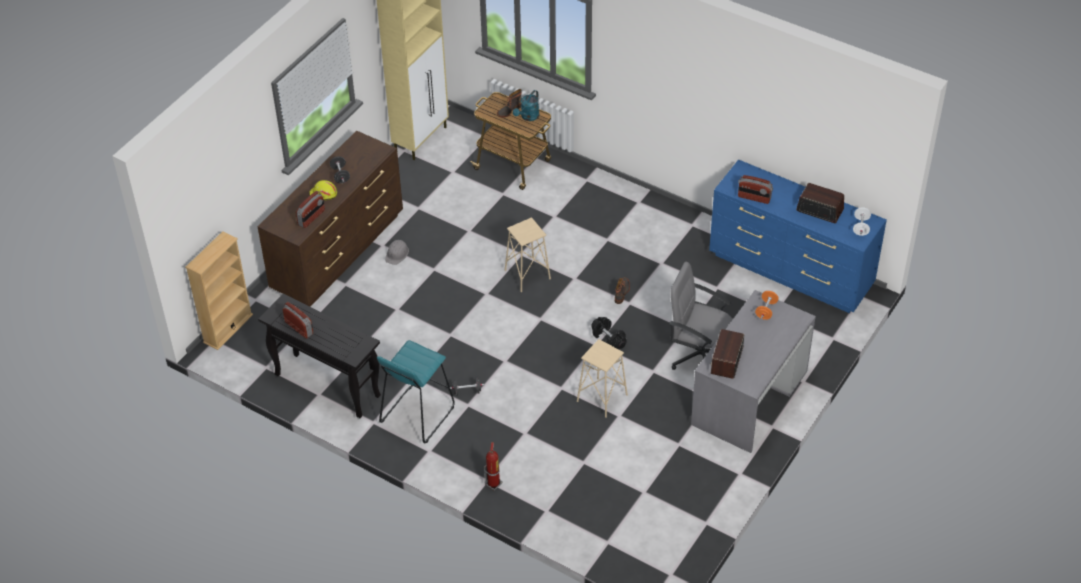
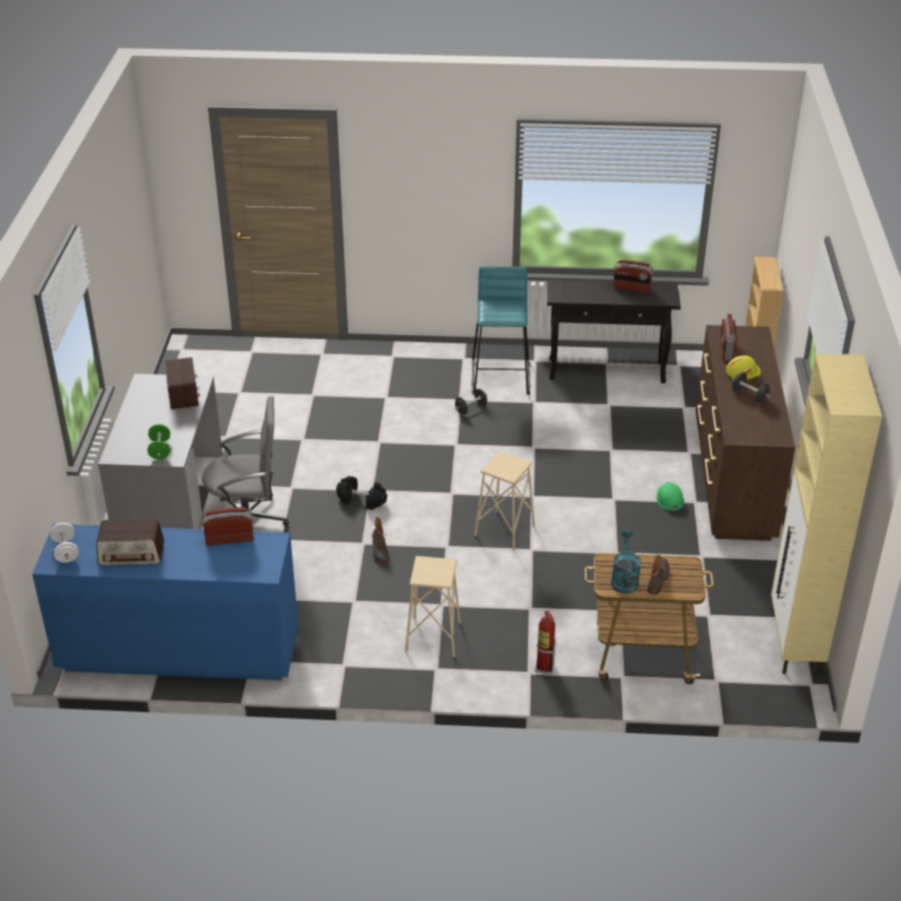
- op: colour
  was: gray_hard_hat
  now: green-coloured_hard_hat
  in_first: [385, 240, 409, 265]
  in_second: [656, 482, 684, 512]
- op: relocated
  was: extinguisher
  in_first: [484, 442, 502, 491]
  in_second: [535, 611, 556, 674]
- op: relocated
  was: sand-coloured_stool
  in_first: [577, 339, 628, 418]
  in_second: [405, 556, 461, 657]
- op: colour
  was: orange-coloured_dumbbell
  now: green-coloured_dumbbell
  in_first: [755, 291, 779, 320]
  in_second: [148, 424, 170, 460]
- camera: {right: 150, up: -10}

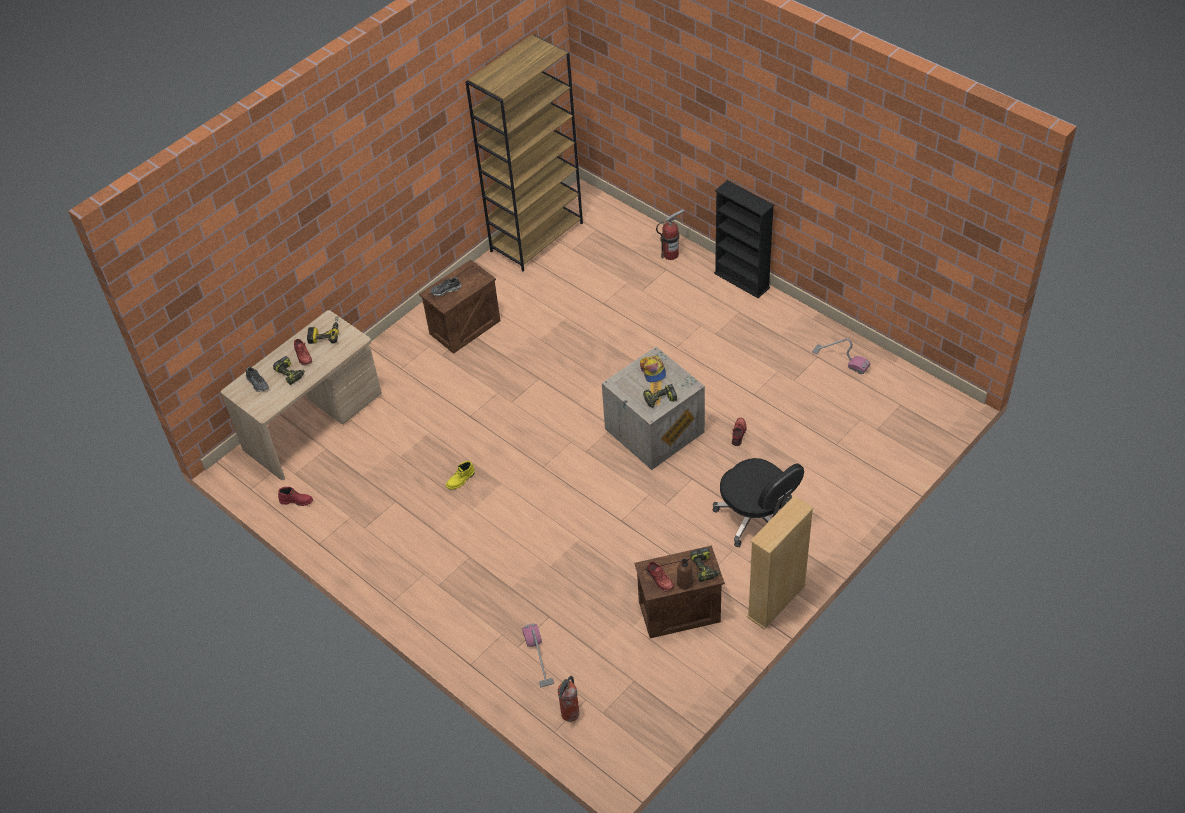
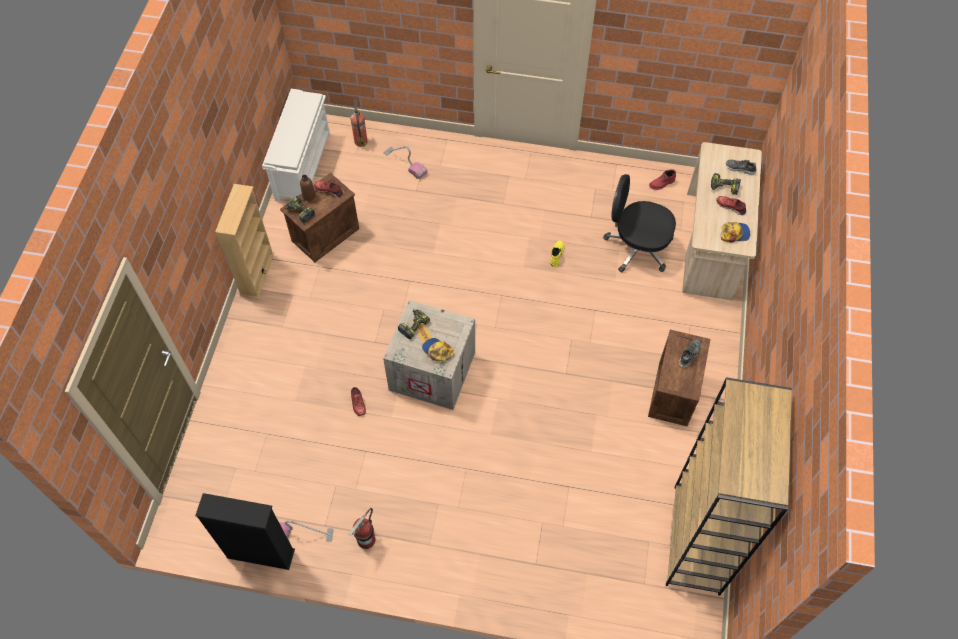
- op: exchanged
  was: electric_drill
  now: baseball_cap
  in_first: [307, 316, 339, 344]
  in_second: [721, 222, 750, 243]
- op: relocated
  was: extinguisher
  in_first: [656, 209, 684, 260]
  in_second: [348, 508, 375, 549]
- op: relocated
  was: black-coloured_computer_chair
  in_first: [713, 458, 804, 547]
  in_second: [603, 174, 676, 272]
- op: relocated
  was: black-coloured_shelving_unit
  in_first: [714, 180, 774, 298]
  in_second: [195, 493, 295, 570]
- op: appeared
  now: whitish_shoe_rack
  in_second: [262, 89, 330, 201]
- camera: {right: 145, up: 10}

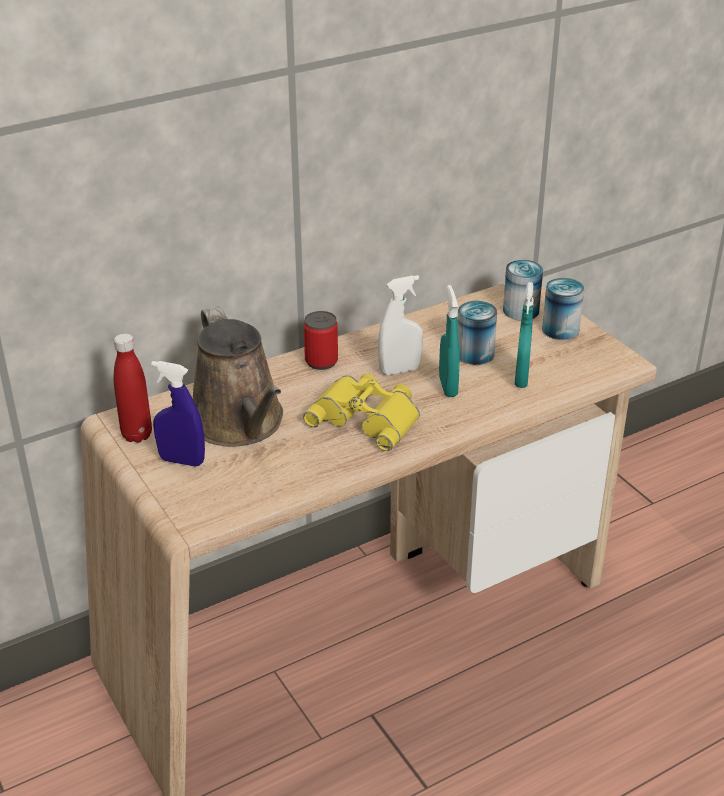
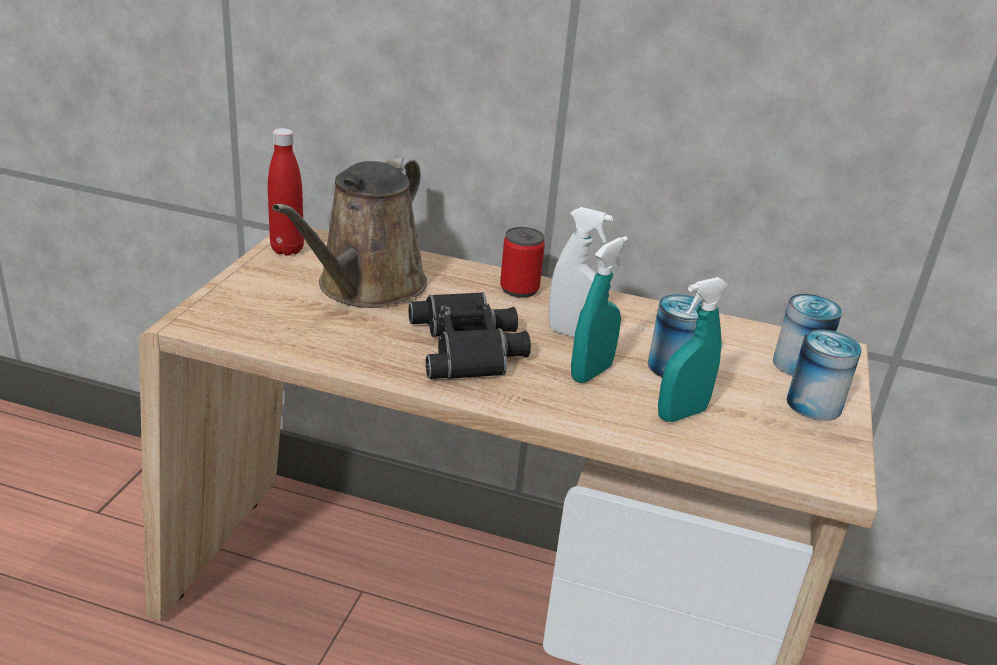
- op: missing
  was: blue_hand_sprayer
  in_first: [151, 361, 205, 467]
- op: colour
  was: yellow-coloured_binoculars
  now: black-coloured_binoculars
  in_first: [303, 374, 420, 451]
  in_second: [408, 292, 531, 379]
- camera: {right: 45, up: -5}

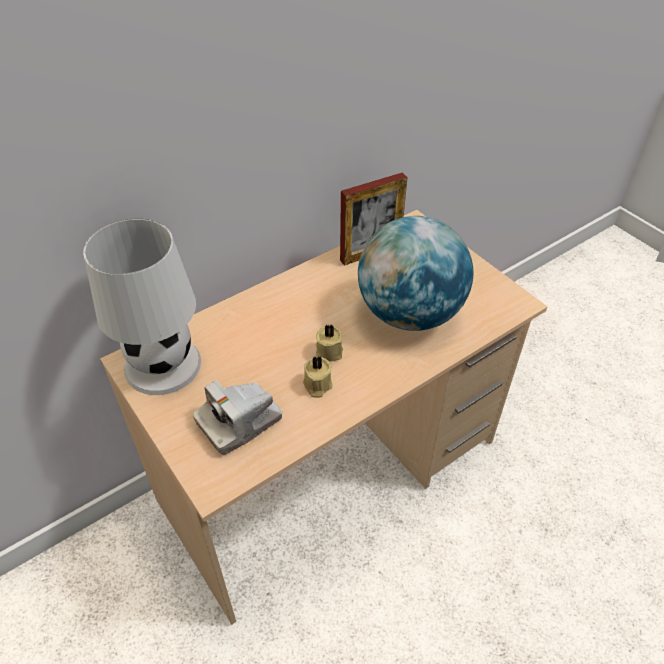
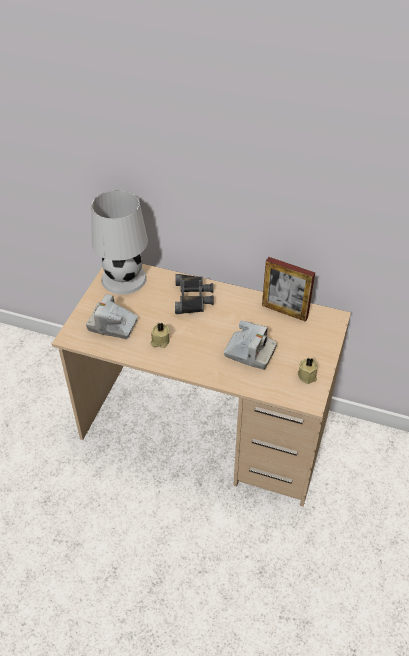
- op: relocated
  was: sand-coloured_candle
  in_first: [316, 325, 343, 362]
  in_second: [298, 358, 318, 384]
- op: exchanged
  was: desk_globe
  now: still_camera
  in_first: [358, 216, 473, 331]
  in_second: [224, 320, 277, 370]
- op: appeared
  now: black-coloured_binoculars
  in_second: [175, 274, 214, 314]
- camera: {right: 55, up: 0}

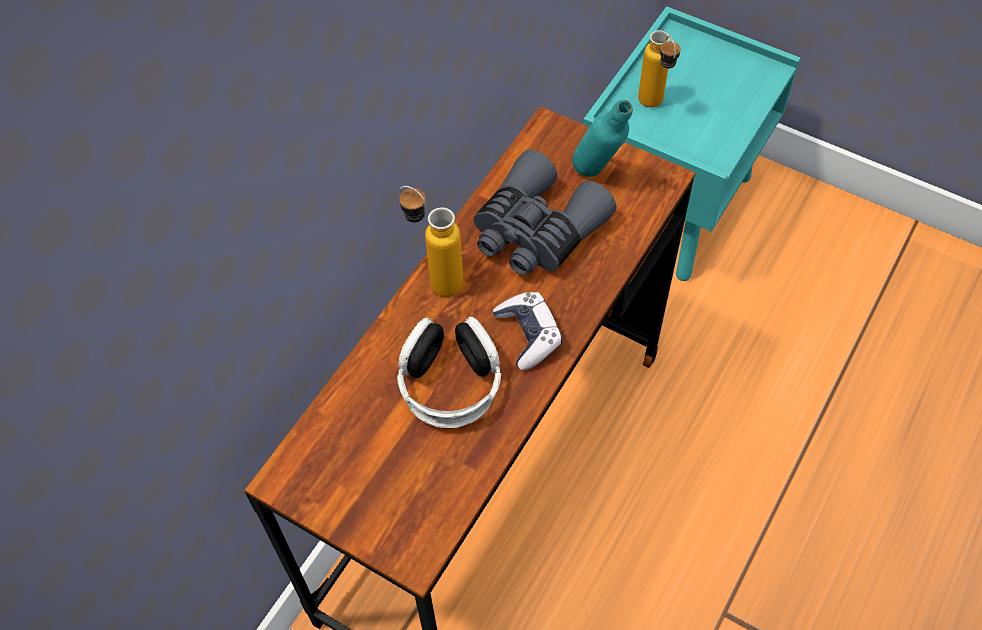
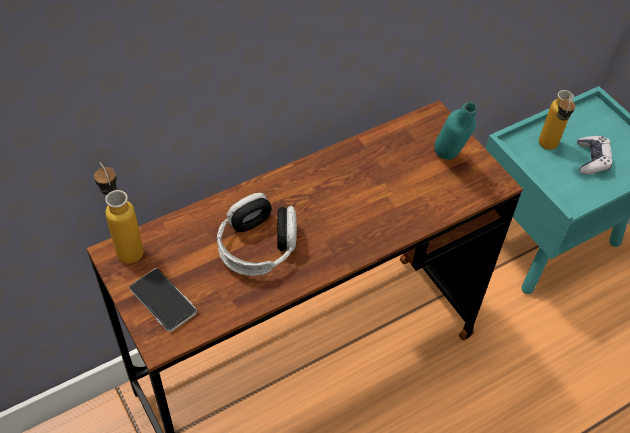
- op: relocated
  was: drink_bottle
  in_first: [399, 186, 463, 297]
  in_second: [94, 163, 144, 264]
- op: missing
  was: gray_binoculars
  in_first: [474, 149, 616, 275]
- op: relocated
  was: joypad
  in_first: [493, 292, 562, 370]
  in_second: [577, 136, 613, 175]
- op: appeared
  now: phone
  in_second: [129, 268, 197, 332]
- camera: {right: 25, up: -5}

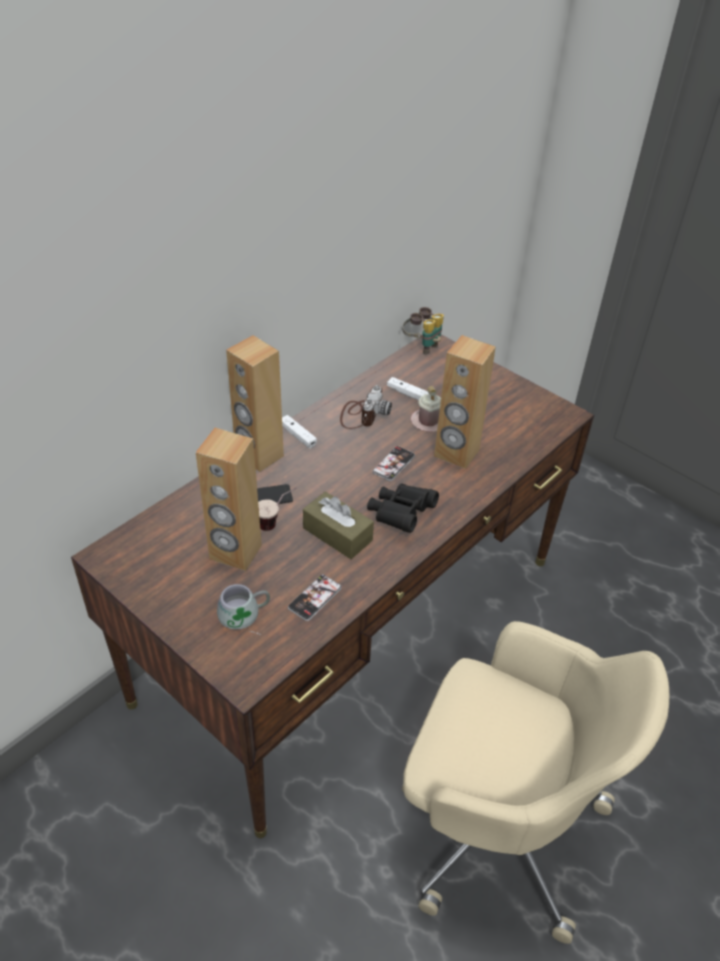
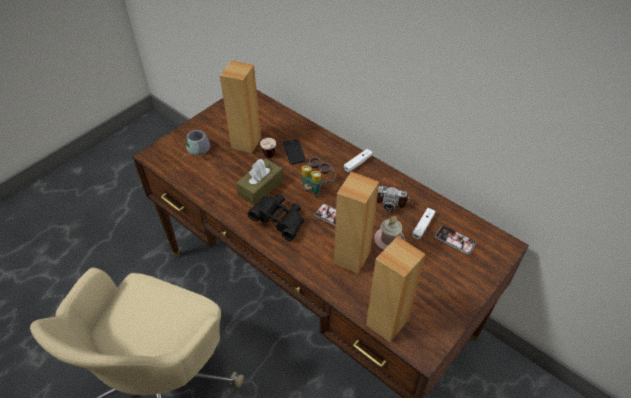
- op: relocated
  was: brown-coloured_audio_speaker
  in_first: [226, 335, 284, 472]
  in_second: [366, 236, 426, 342]
- op: relocated
  was: phone
  in_first: [288, 574, 342, 621]
  in_second: [435, 226, 476, 255]
- op: relocated
  was: binoculars
  in_first: [402, 307, 444, 355]
  in_second: [301, 157, 336, 198]
- camera: {right: 90, up: 5}

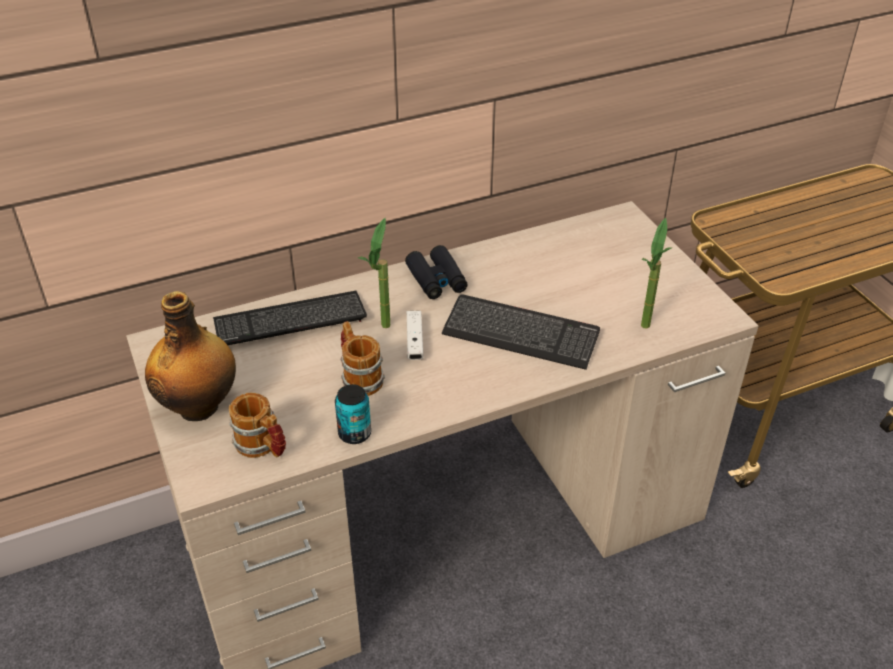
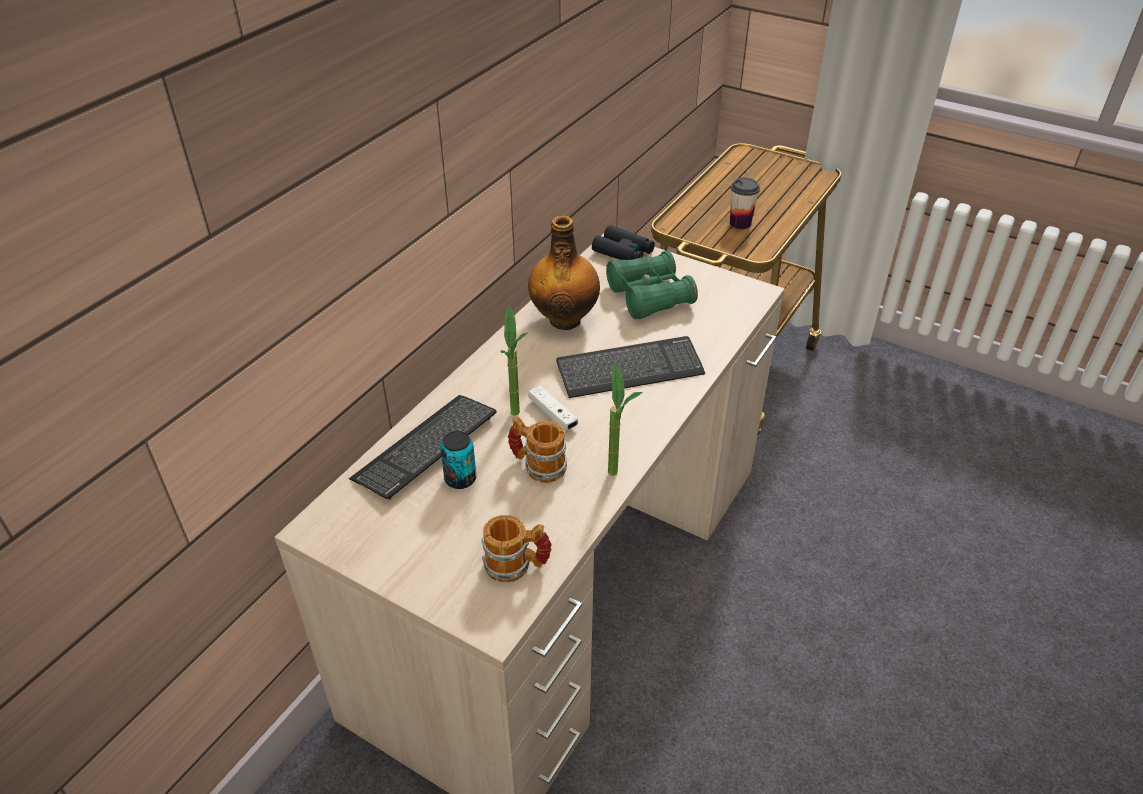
- op: relocated
  was: drink_bottle
  in_first: [145, 291, 236, 421]
  in_second: [528, 216, 600, 330]
- op: relocated
  was: metal_can
  in_first: [335, 384, 371, 444]
  in_second: [440, 431, 476, 489]
- op: relocated
  was: black-coloured_binoculars
  in_first: [405, 245, 468, 299]
  in_second: [592, 225, 655, 260]
- op: relocated
  was: potted_plant
  in_first: [641, 217, 671, 328]
  in_second: [608, 363, 643, 476]
- op: appeared
  now: green-coloured_binoculars
  in_second: [606, 251, 698, 319]
- op: appeared
  now: small_cup
  in_second: [730, 178, 760, 229]
- camera: {right: -35, up: 0}

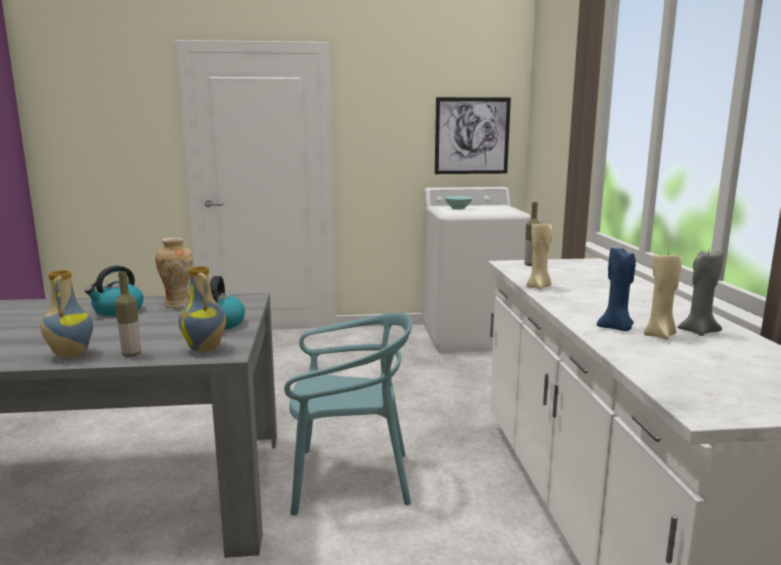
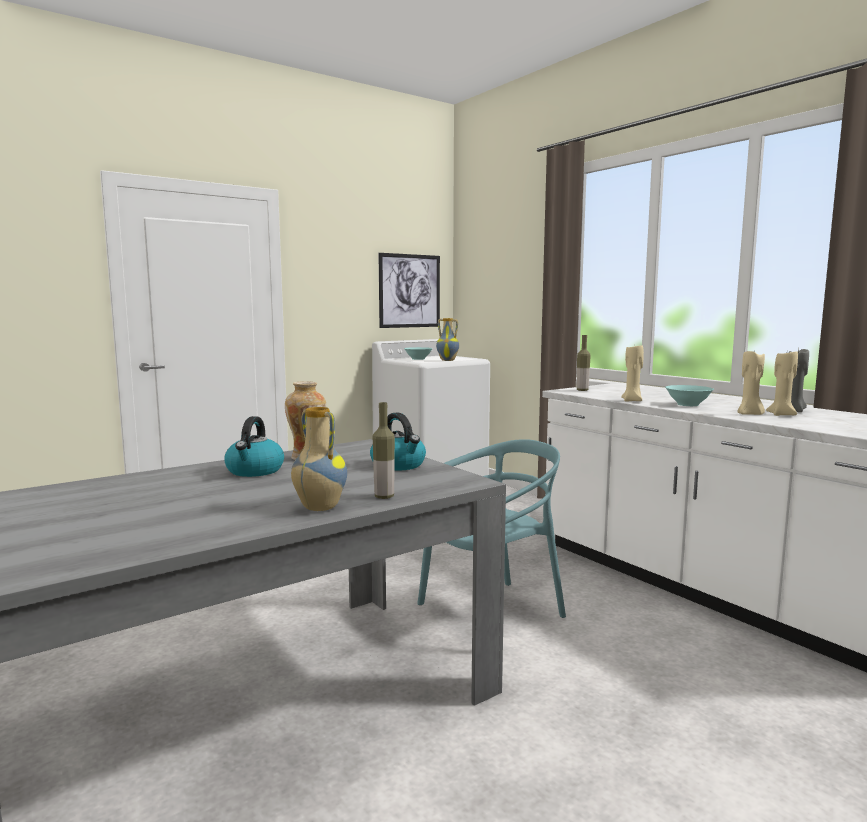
- op: relocated
  was: flower_vase
  in_first: [179, 266, 226, 352]
  in_second: [436, 318, 459, 361]
- op: colour
  was: blue_candle
  now: sand-coloured_candle
  in_first: [597, 248, 636, 331]
  in_second: [738, 349, 765, 415]
- op: appeared
  now: turquoise_bowl
  in_second: [665, 385, 714, 406]
- camera: {right: -30, up: -5}

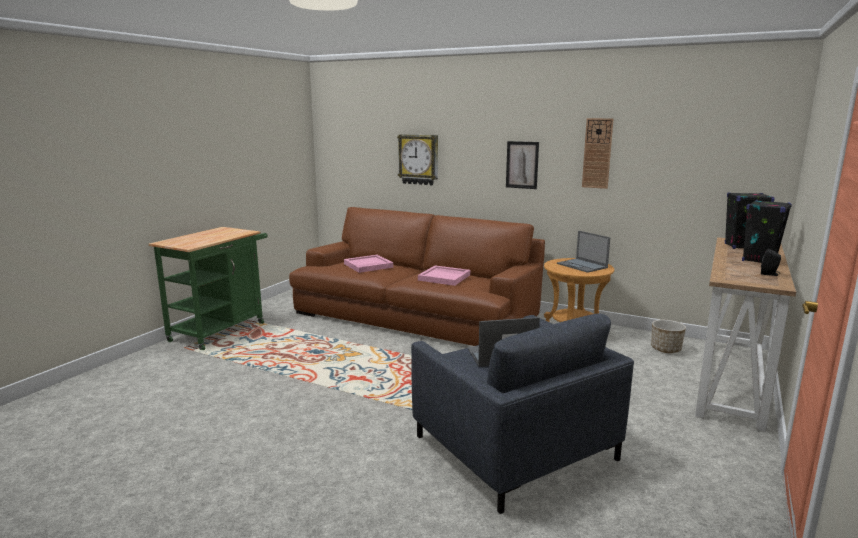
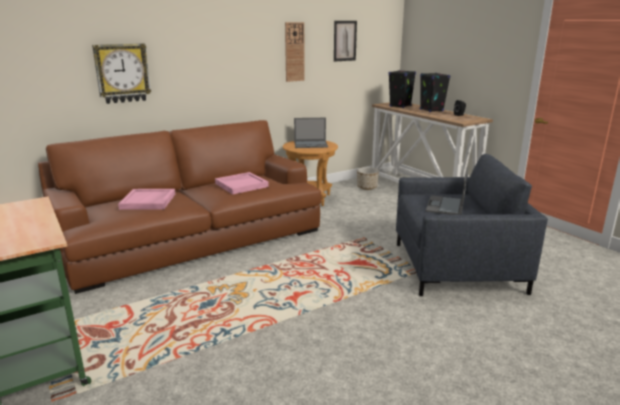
- op: relocated
  was: wall_picture
  in_first: [506, 141, 539, 189]
  in_second: [334, 21, 357, 62]
- camera: {right: -60, up: 5}

